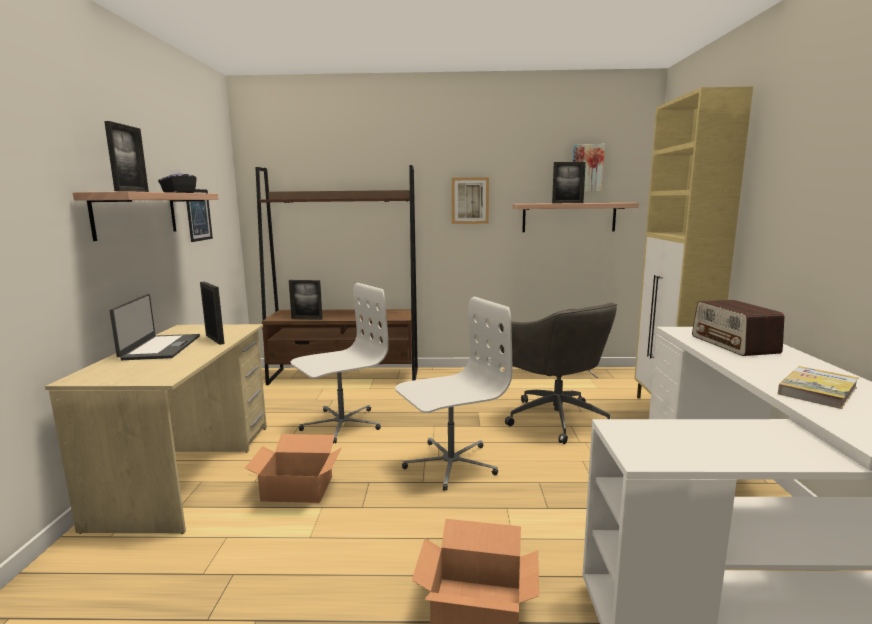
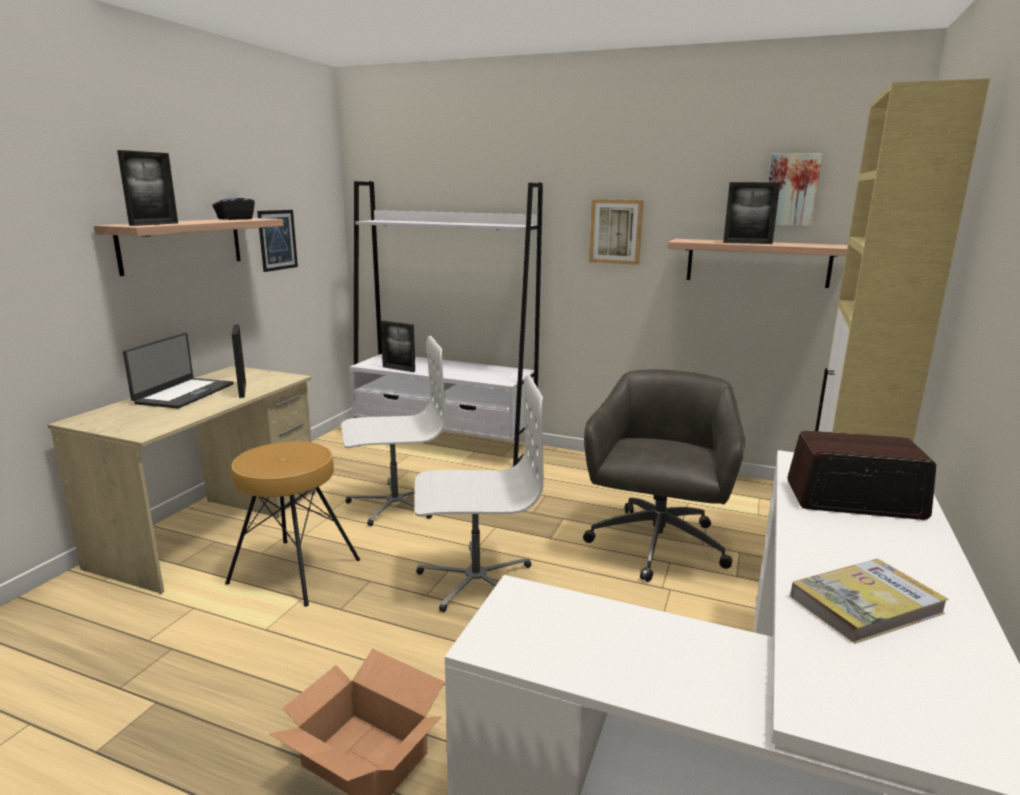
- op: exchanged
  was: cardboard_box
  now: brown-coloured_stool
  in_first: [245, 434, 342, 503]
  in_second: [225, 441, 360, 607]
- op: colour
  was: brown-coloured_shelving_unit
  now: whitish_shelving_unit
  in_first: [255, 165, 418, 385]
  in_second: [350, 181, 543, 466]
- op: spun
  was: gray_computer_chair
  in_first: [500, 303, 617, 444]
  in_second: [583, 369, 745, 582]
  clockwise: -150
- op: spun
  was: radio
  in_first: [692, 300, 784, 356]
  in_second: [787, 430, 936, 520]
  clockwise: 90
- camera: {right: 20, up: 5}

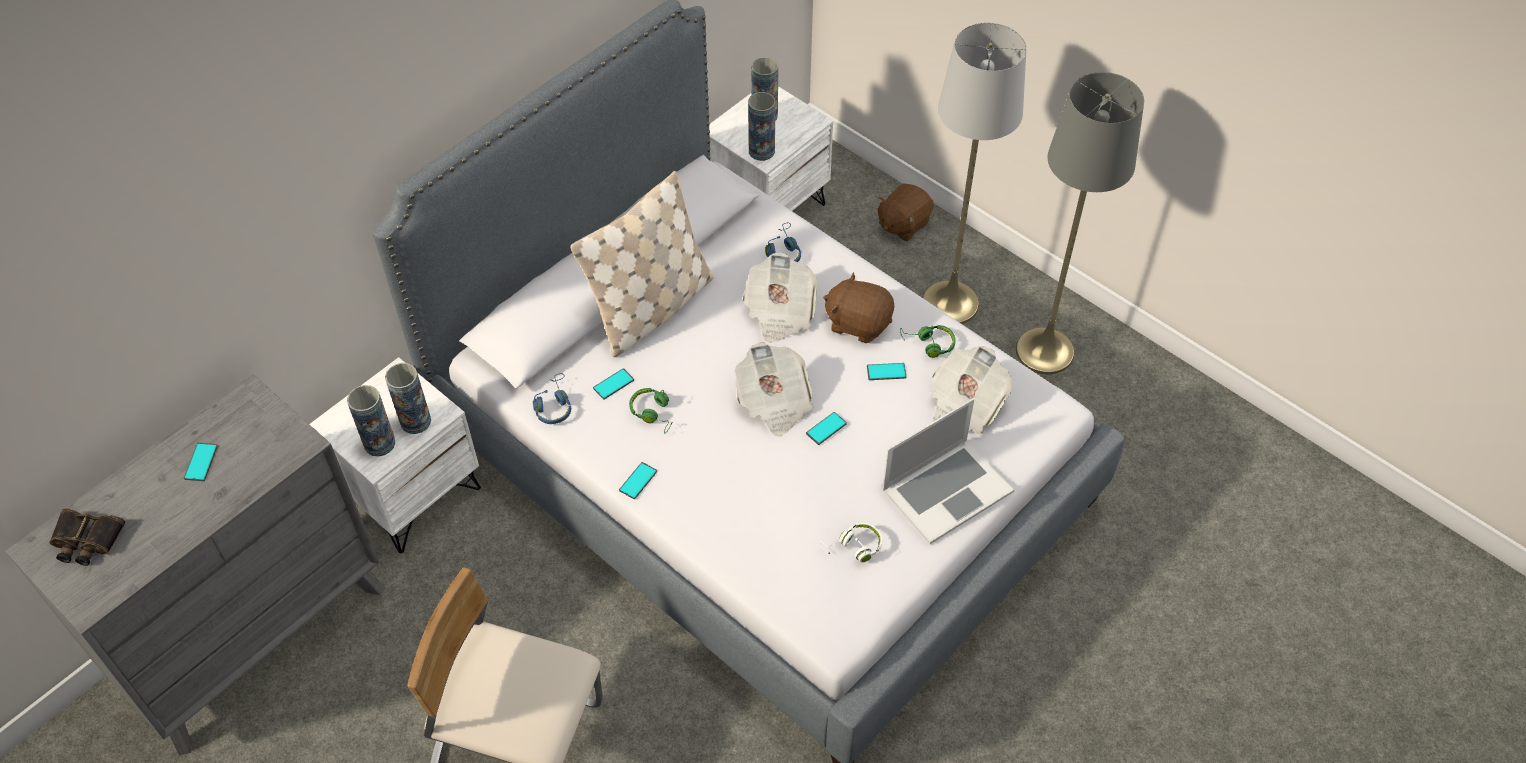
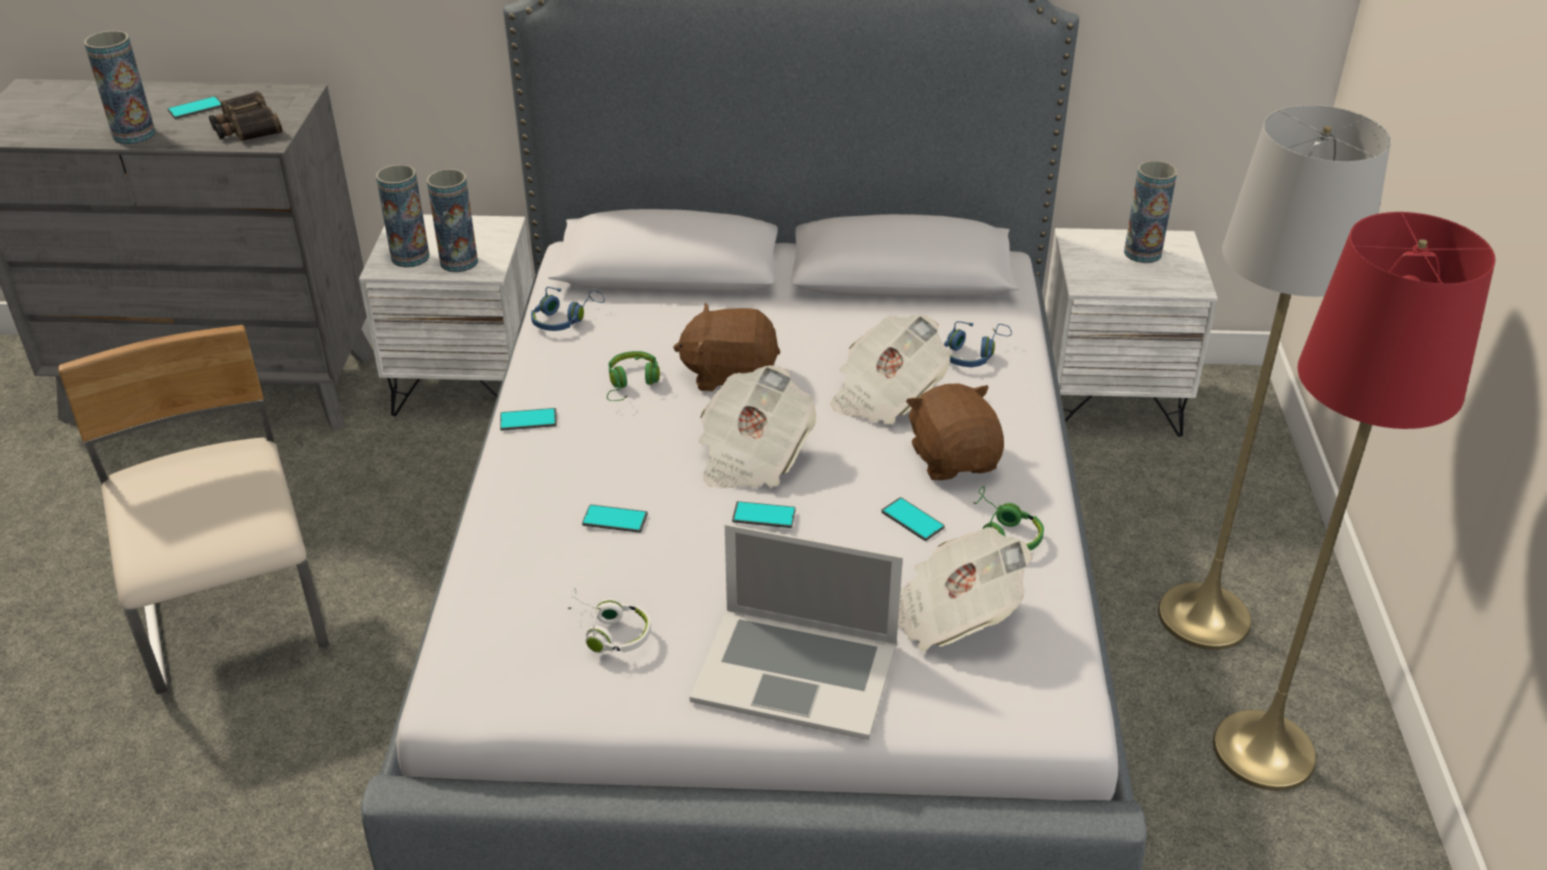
- op: relocated
  was: binoculars
  in_first: [49, 508, 125, 566]
  in_second: [209, 91, 283, 141]
- op: missing
  was: sand-coloured_throw_pillow
  in_first: [570, 171, 714, 357]
- op: relocated
  was: phone
  in_first: [593, 368, 634, 400]
  in_second: [582, 504, 648, 533]
- op: relocated
  was: flower_vase
  in_first: [748, 92, 775, 161]
  in_second: [84, 31, 155, 145]
- op: relocated
  was: brown-coloured_soft_toy
  in_first: [877, 183, 934, 241]
  in_second: [673, 303, 780, 392]
- op: colour
  was: gray_standing_lamp
  now: reddish_standing_lamp
  in_first: [1016, 72, 1144, 374]
  in_second: [1213, 212, 1495, 791]
- camera: {right: 50, up: -15}

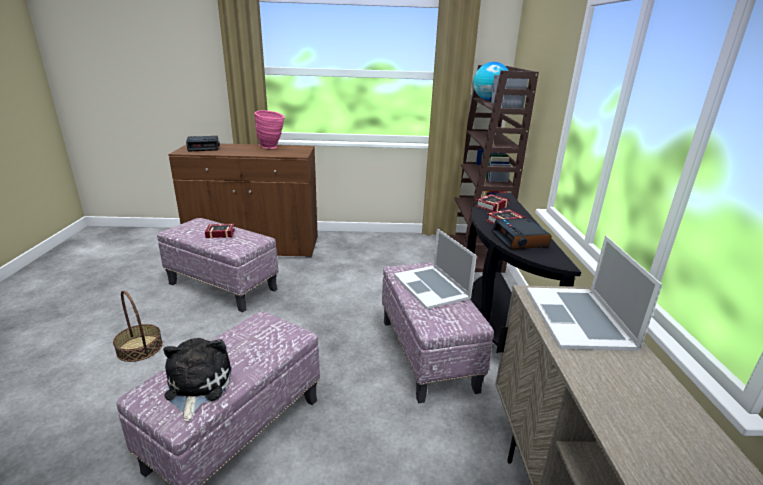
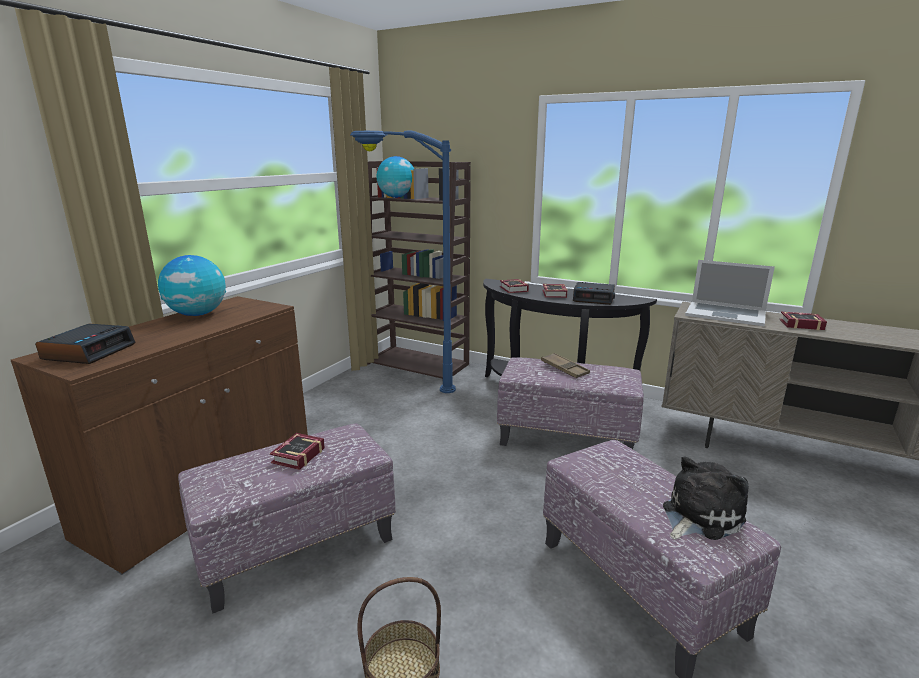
- op: spun
  was: soft_toy
  in_first: [163, 338, 232, 421]
  in_second: [663, 456, 749, 540]
  clockwise: 120
- op: exchanged
  was: pink_flower_vase
  now: desk_globe
  in_first: [255, 110, 285, 149]
  in_second: [158, 255, 226, 316]
- op: exchanged
  was: portable_computer
  now: brown-coloured_serving_tray
  in_first: [394, 228, 477, 309]
  in_second: [541, 353, 590, 378]
- op: appeared
  now: blue_standing_lamp
  in_second: [350, 131, 456, 393]
- op: appeared
  now: bound_book
  in_second: [779, 312, 827, 330]
- camera: {right: -60, up: -5}

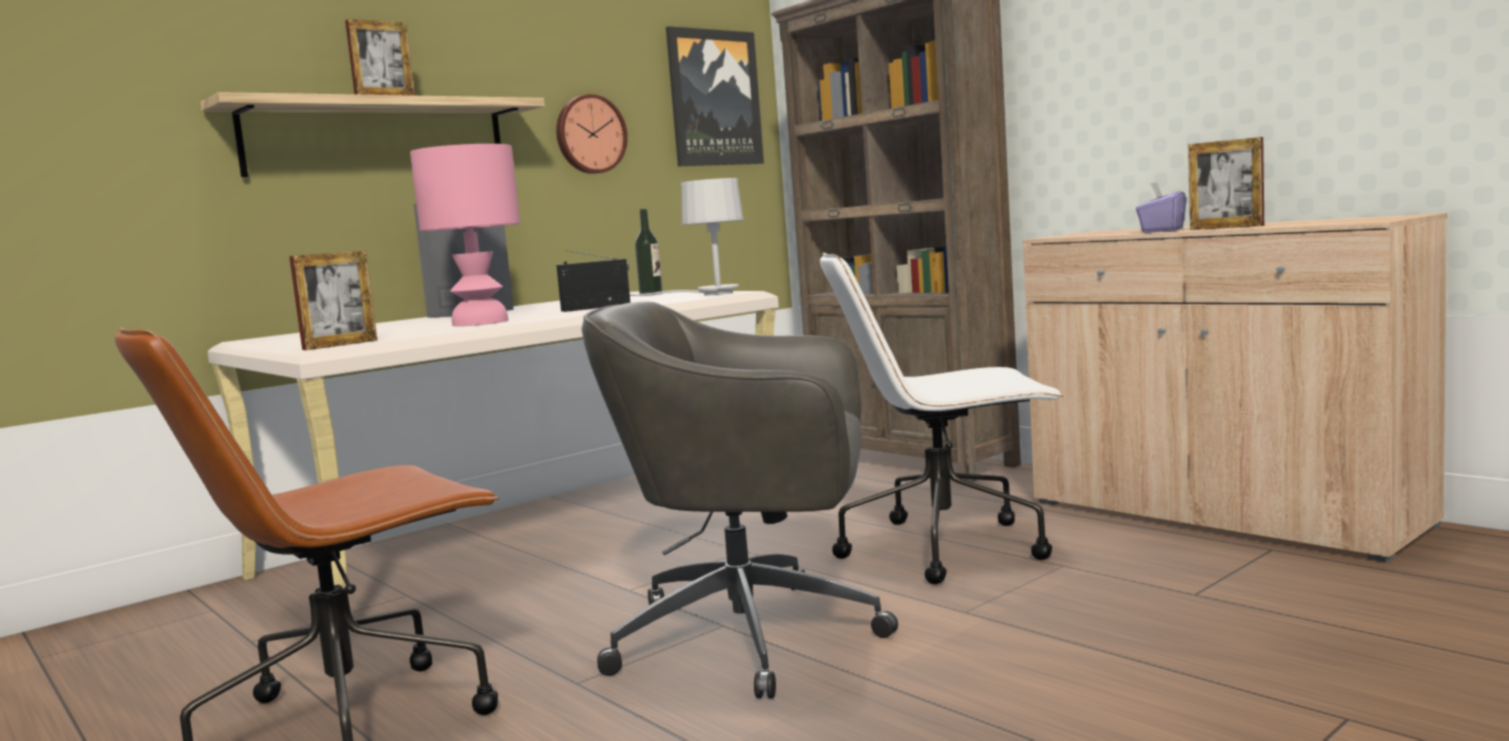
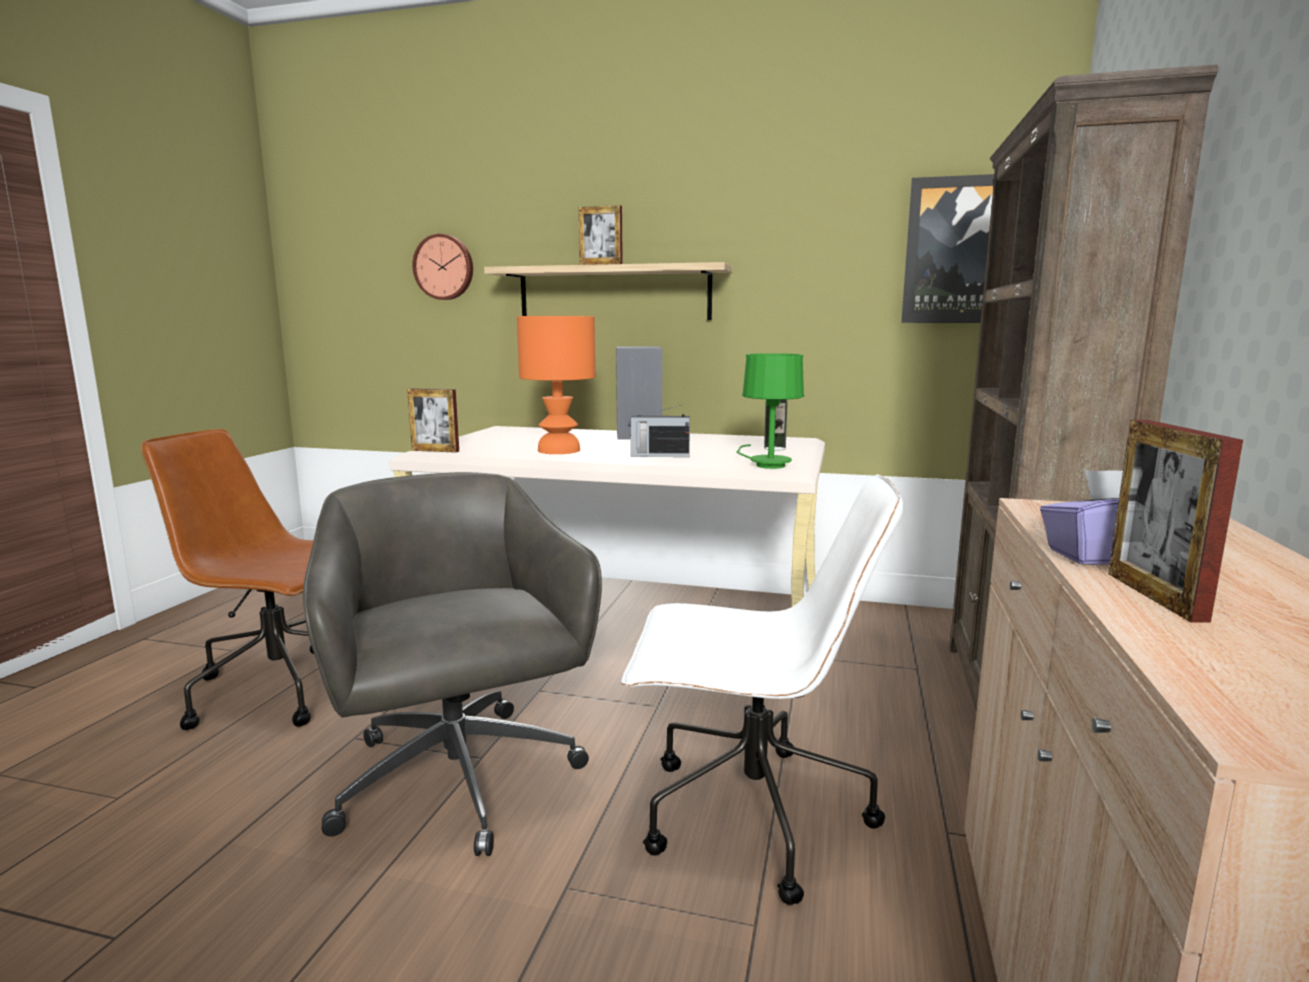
- op: colour
  was: pink_tabletop_lamp
  now: orange-coloured_tabletop_lamp
  in_first: [410, 144, 520, 326]
  in_second: [517, 316, 595, 454]
- op: relocated
  was: wall_clock
  in_first: [556, 94, 628, 174]
  in_second: [412, 234, 473, 300]
- op: spun
  was: radio
  in_first: [556, 250, 630, 312]
  in_second: [628, 405, 690, 457]
  clockwise: 150
- op: colour
  was: whitish_tabletop_lamp
  now: green-coloured_tabletop_lamp
  in_first: [630, 178, 744, 296]
  in_second: [736, 353, 804, 469]
- op: spun
  was: whitish_computer_chair
  in_first: [820, 253, 1064, 584]
  in_second: [621, 474, 903, 905]
  clockwise: 135
- camera: {right: 55, up: 5}

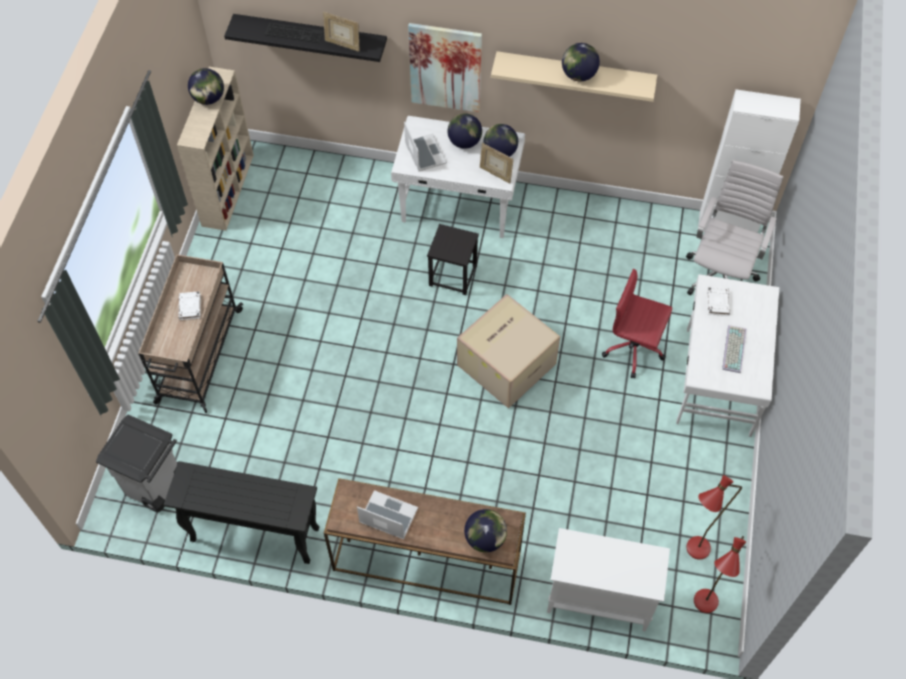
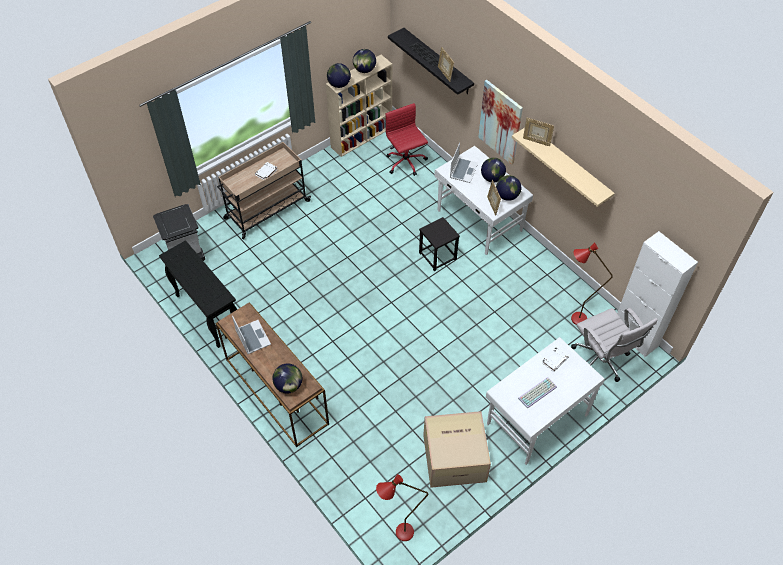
- op: relocated
  was: cardboard_box
  in_first: [457, 294, 560, 409]
  in_second: [423, 411, 491, 488]
- op: missing
  was: whitish_storage_cabinet
  in_first: [547, 528, 670, 632]
- op: relocated
  was: desk_globe
  in_first: [562, 43, 600, 81]
  in_second: [327, 63, 351, 88]
- op: relocated
  was: reddish_computer_chair
  in_first: [602, 268, 672, 378]
  in_second: [385, 103, 428, 176]
- op: spun
  was: whitish_computer_chair
  in_first: [686, 160, 783, 295]
  in_second: [571, 308, 658, 382]
  clockwise: 90
- op: relocated
  was: reddish_standing_lamp
  in_first: [687, 475, 742, 560]
  in_second: [571, 243, 613, 325]
- op: appeared
  now: standing_frame
  in_second: [523, 118, 554, 146]
- camera: {right: 40, up: -5}

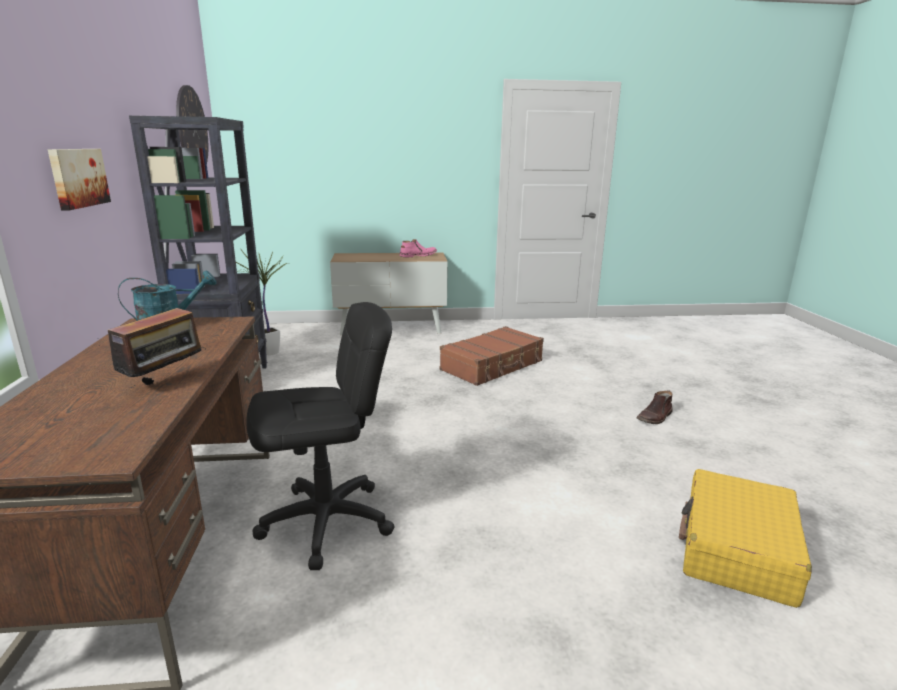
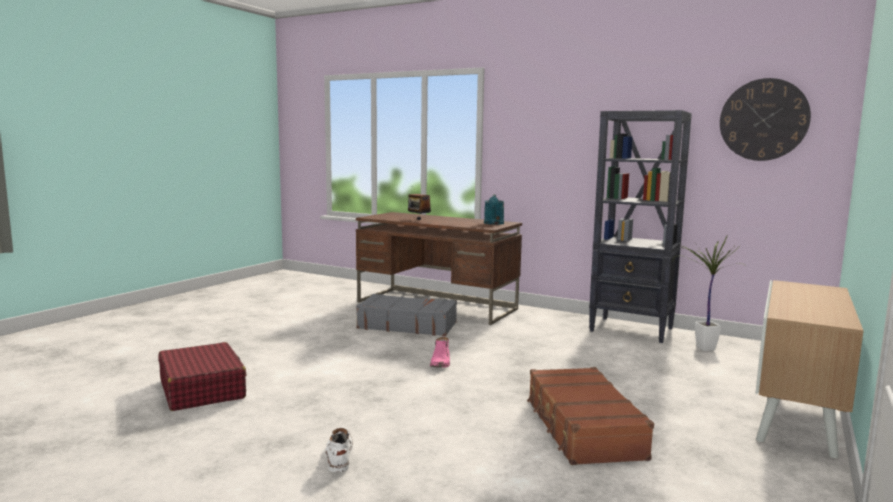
- op: missing
  was: wall_picture
  in_first: [48, 149, 111, 210]
- op: exchanged
  was: black-coloured_computer_chair
  now: gray_piece_of_luggage
  in_first: [246, 302, 395, 570]
  in_second: [356, 294, 457, 336]
- op: relocated
  was: pink_tall_boot
  in_first: [399, 239, 437, 258]
  in_second: [430, 336, 450, 368]
- op: colour
  was: brown-coloured_tall_boot
  now: whitish_tall_boot
  in_first: [637, 391, 673, 424]
  in_second: [326, 427, 353, 472]
- op: colour
  was: yellow-coloured_piece_of_luggage
  now: reddish_piece_of_luggage
  in_first: [679, 469, 812, 608]
  in_second: [158, 342, 246, 411]
- camera: {right: 125, up: -10}

